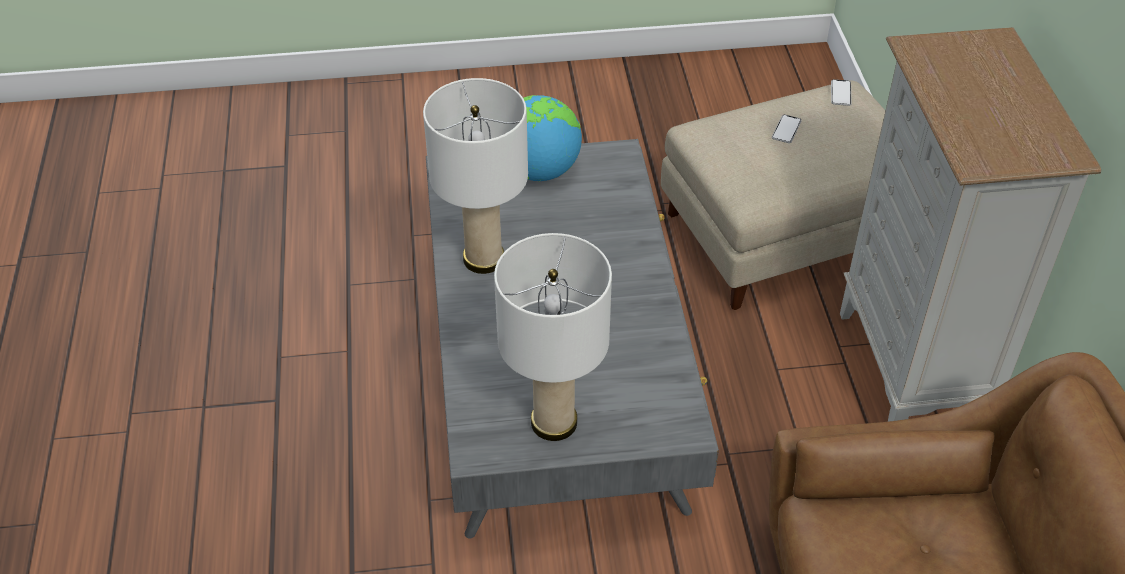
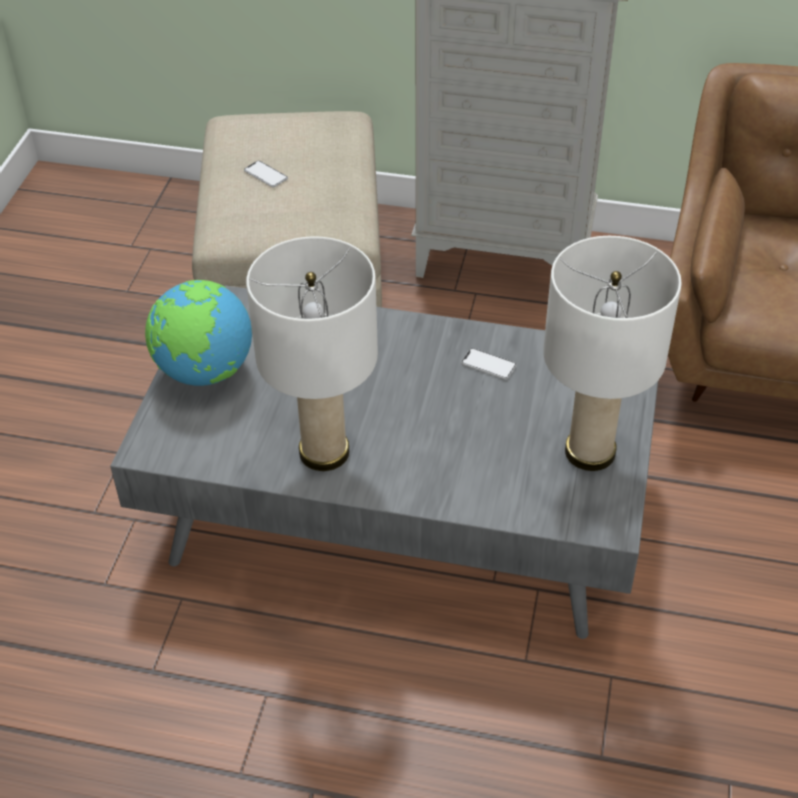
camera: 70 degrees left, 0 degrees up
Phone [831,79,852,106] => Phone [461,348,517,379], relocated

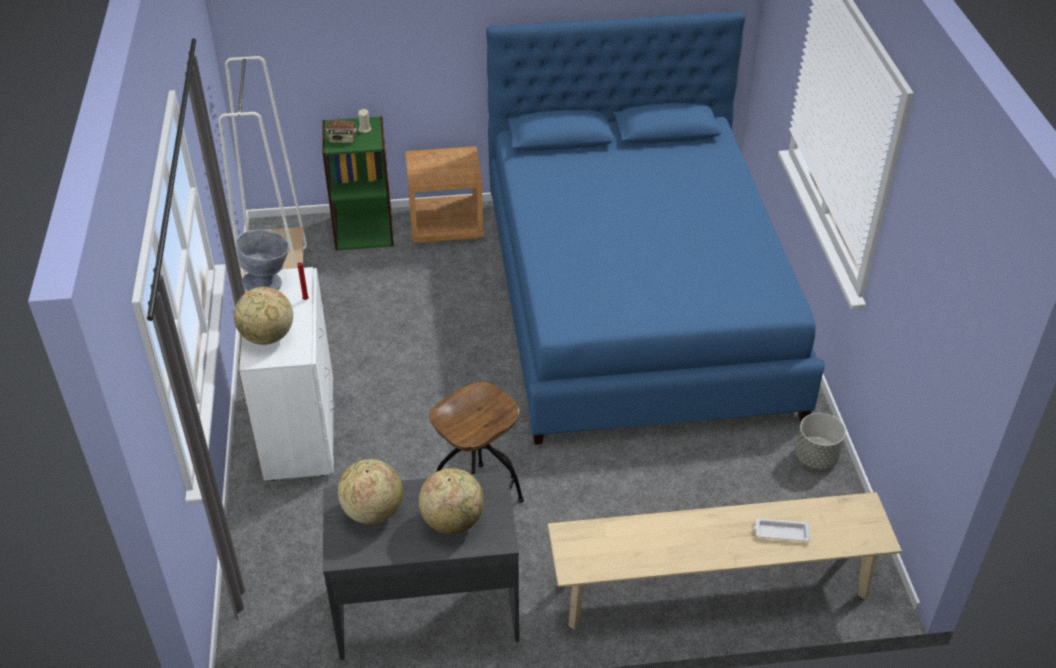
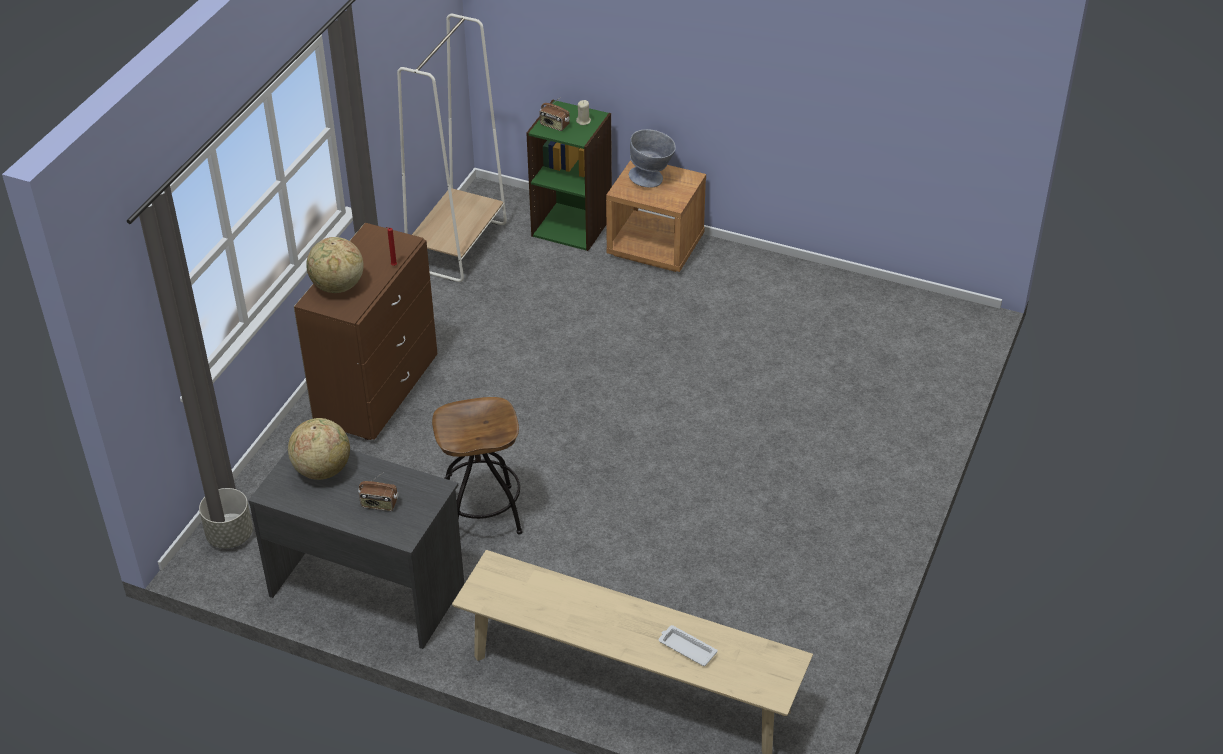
camera: 30 degrees right, 0 degrees up
BlueColouredSleepingBed [486,11,825,445] => nothing
GreyishBowl [236,230,289,291] => GreyishBowl [629,129,676,188], relocated
GreyishPlantPot [795,413,846,469] => GreyishPlantPot [199,488,253,548], relocated
WorldGlobe [419,468,484,534] => RadioSet [358,472,399,511]
WhiteChestOfDrawers [238,267,335,481] => BrownColouredChestOfDrawers [294,223,438,440]

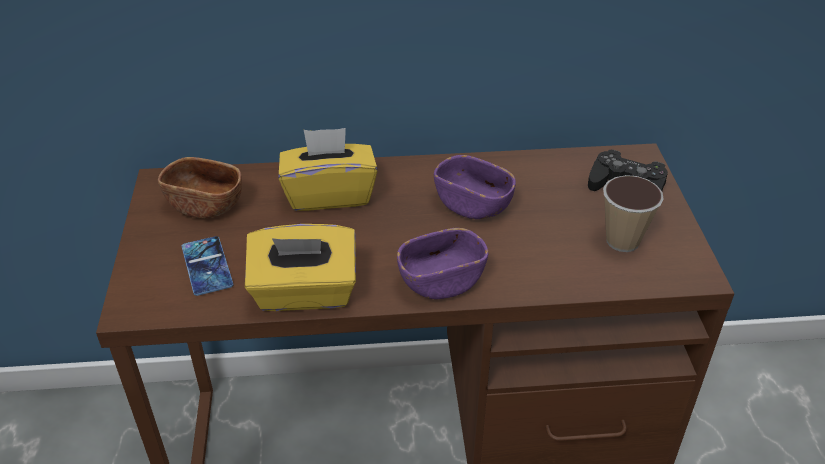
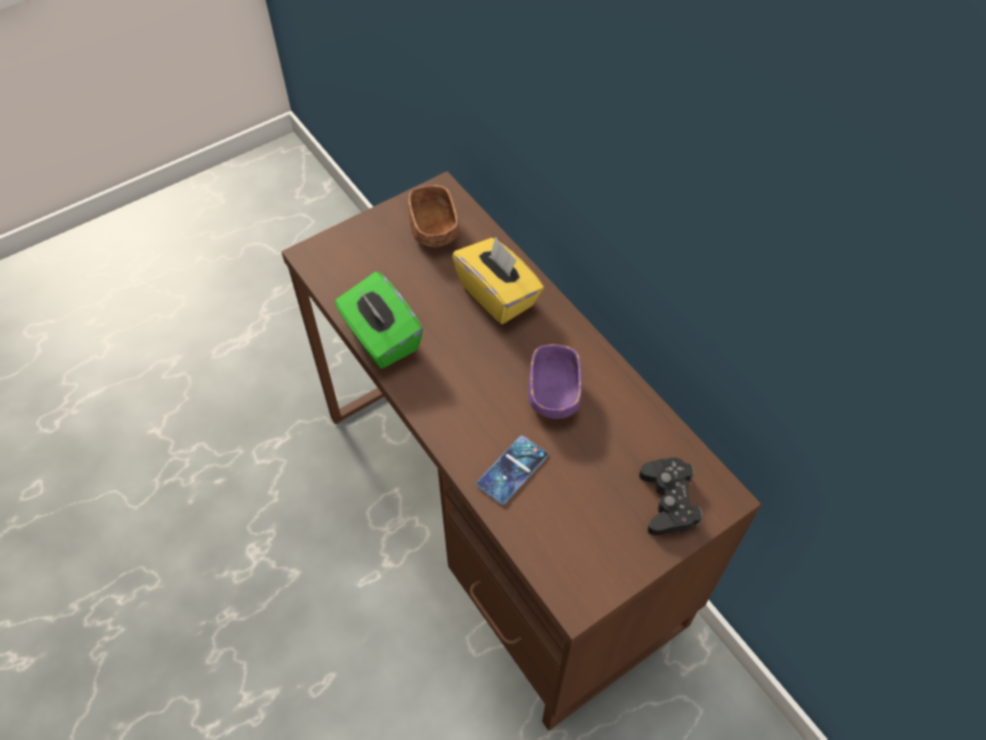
camera: 60 degrees right, 15 degrees up
PurpleBowl [397,228,489,299] => nothing
DrinkingCup [603,175,664,252] => nothing
Phone [182,236,233,296] => Phone [477,436,548,504], relocated
YellowTissueBox [245,224,356,311] => GreenTissueBox [335,271,423,369]

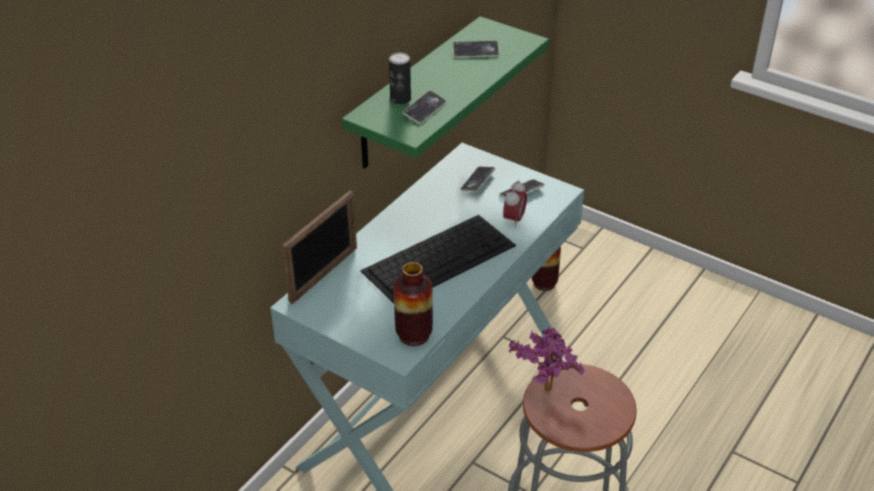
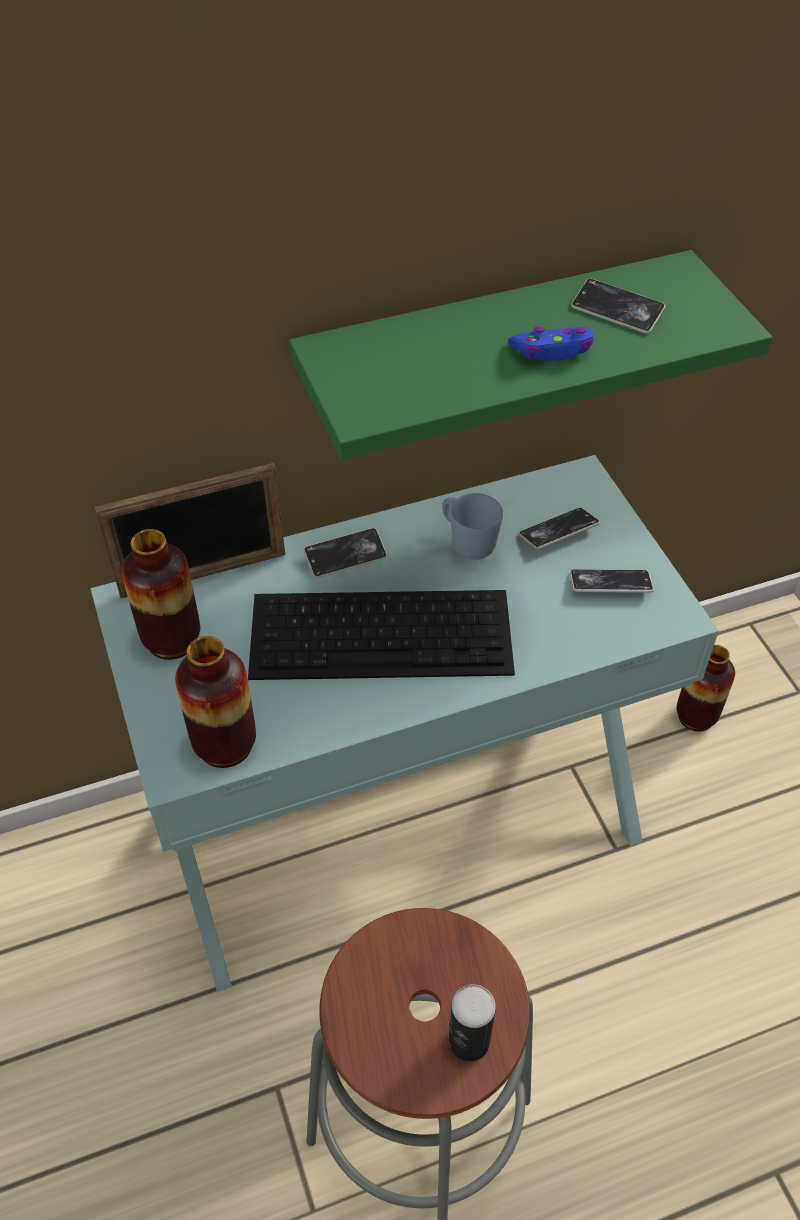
camera: 35 degrees right, 10 degrees up
AlarmClock [503,180,527,228] => nothing
PlantInAPot [509,328,585,392] => nothing
nothing => DecorativeVase [122,529,200,660]
nothing => BlueColouredTeaMug [442,493,503,560]
nothing => BlueColouredJoypad [508,326,594,361]
SealedCan [389,52,411,104] => SealedCan [448,984,496,1061], relocated
Phone [403,91,447,124] => Phone [304,528,387,578], relocated

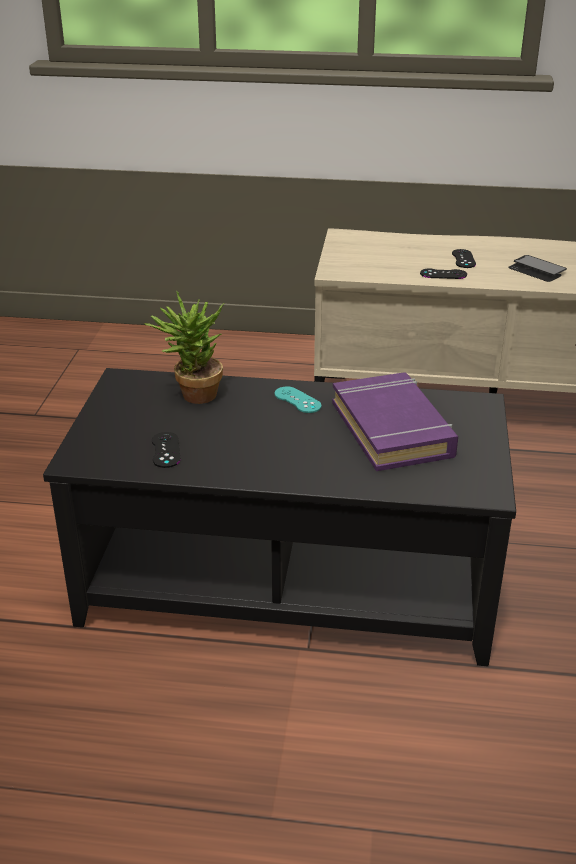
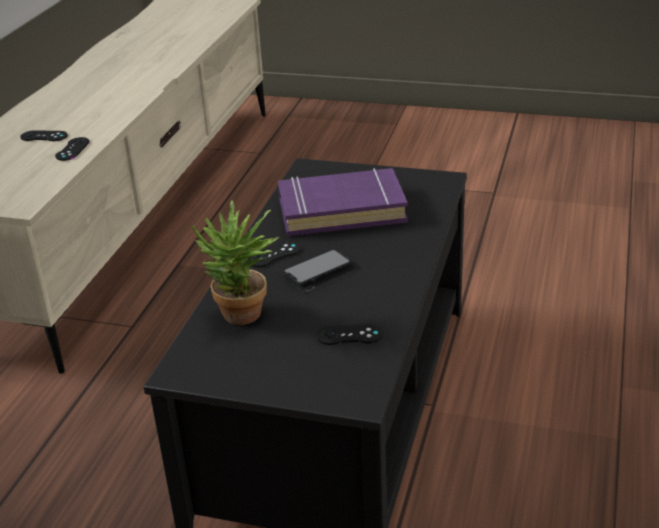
camera: 80 degrees left, 0 degrees up
Phone [508,255,567,282] => Phone [283,249,357,294], relocated
TurquoiseColouredJoypad [275,386,322,413] => BlackColouredJoypad [248,241,301,267]

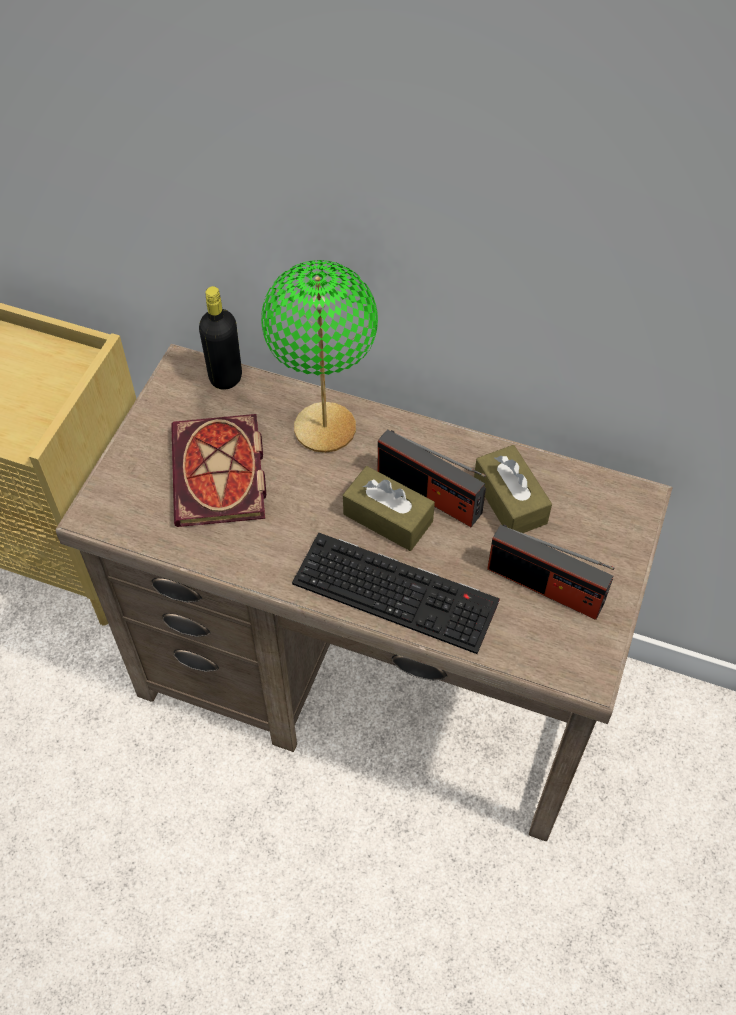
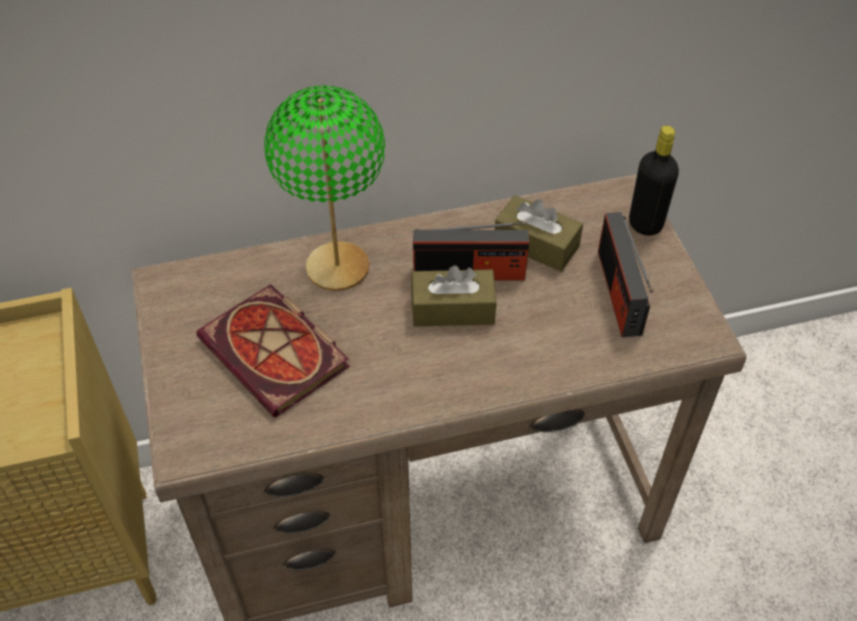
camera: 35 degrees left, 5 degrees down
ComputerKeyboard [292,532,500,654] => nothing
BlackColouredDrinkBottle [199,286,242,390] => BlackColouredDrinkBottle [629,126,679,236], relocated
RadioSet [487,525,615,620] => RadioSet [598,212,653,337], 90 degrees clockwise

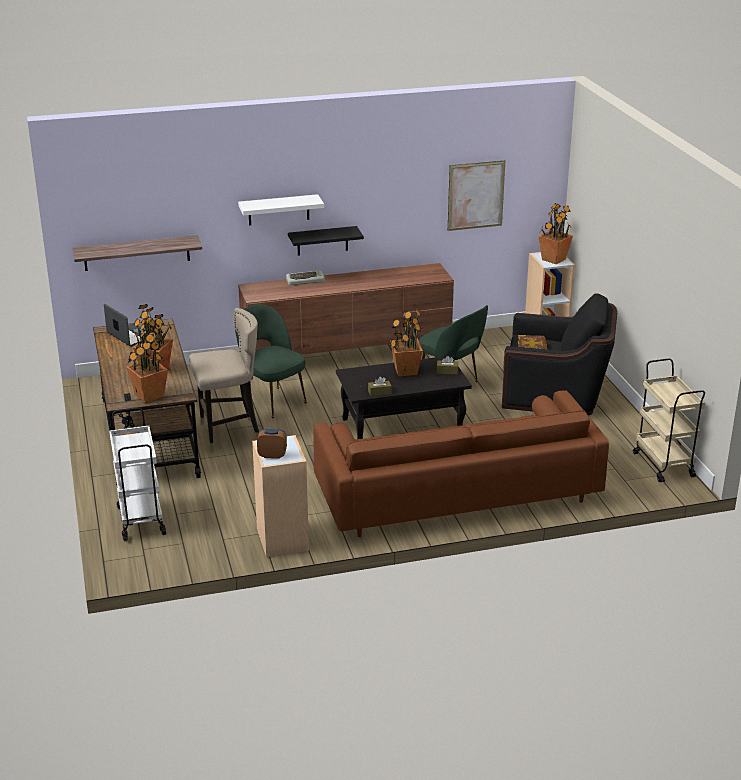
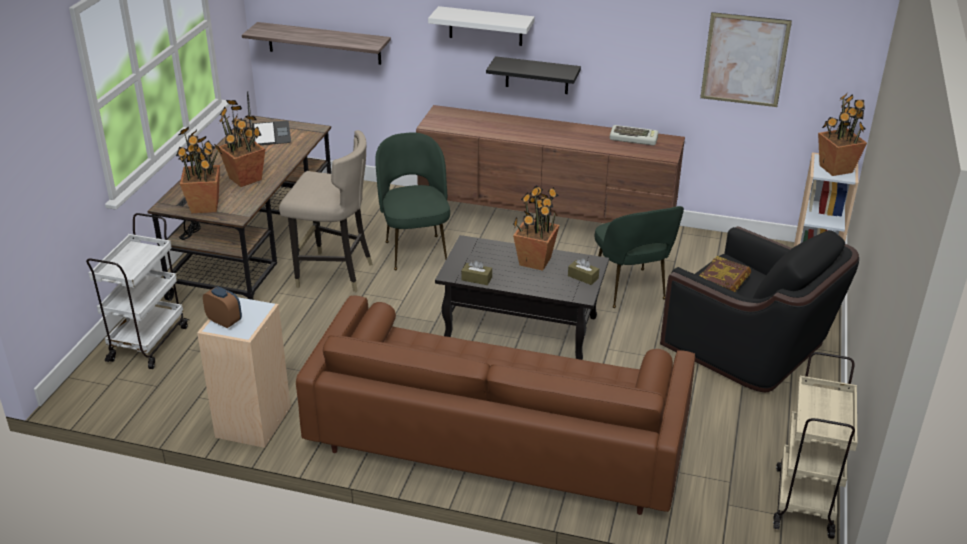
camera: 30 degrees right, 5 degrees up
ComputerKeyboard [286,271,325,286] => ComputerKeyboard [610,125,658,146], relocated

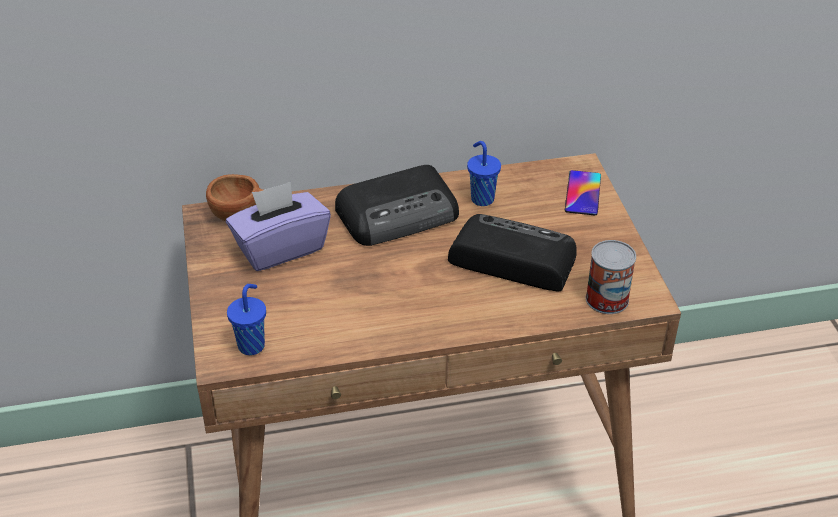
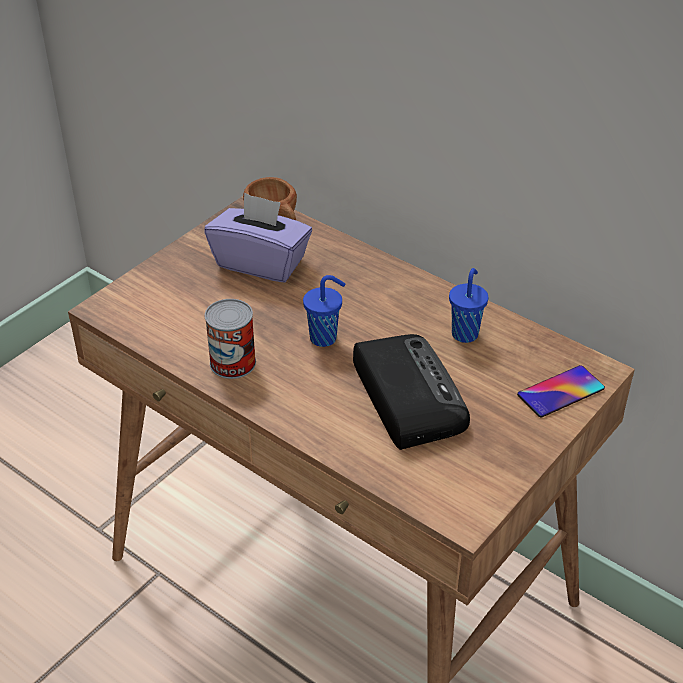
camera: 50 degrees right, 0 degrees up
RadioSet [335,165,459,246] => nothing
BlueColouredDrinkingCup [227,284,266,355] => BlueColouredDrinkingCup [303,275,345,347], relocated
SealedCan [586,240,636,314] => SealedCan [205,299,256,379], relocated

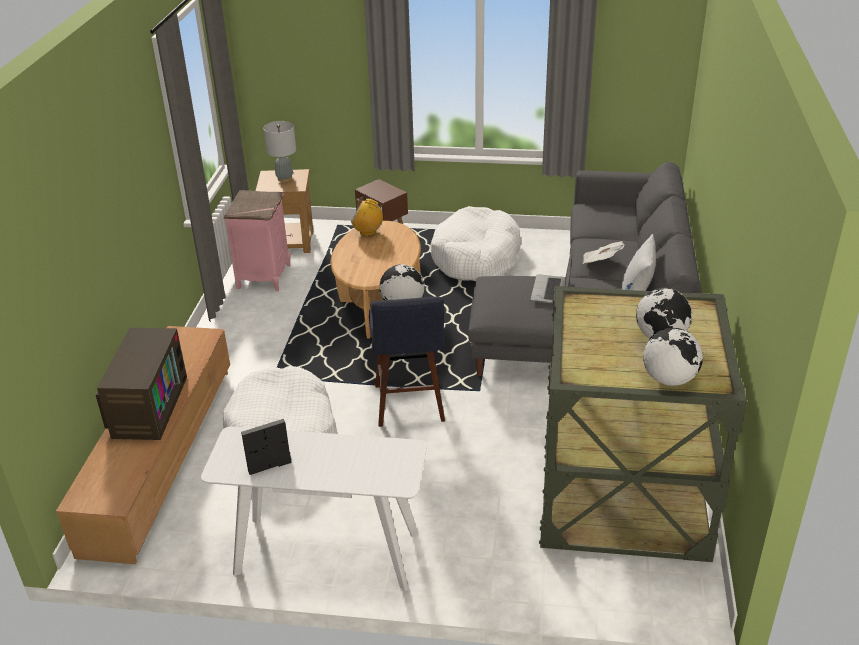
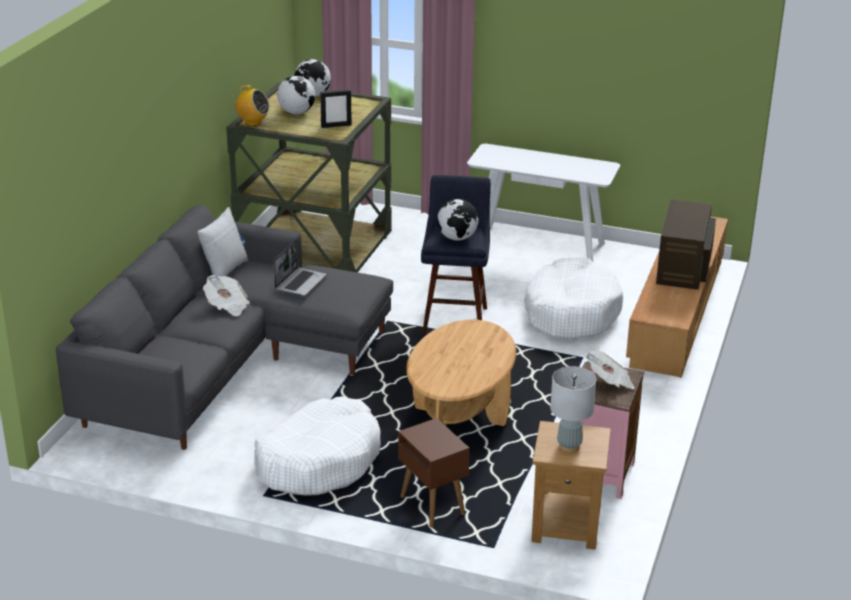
camera: 170 degrees left, 5 degrees down
nothing => PrintedPaper [585,351,635,389]
PhotoFrame [241,419,292,475] => PhotoFrame [320,90,352,128], relocated
RadioSet [351,199,383,236] => RadioSet [234,85,270,126], relocated

